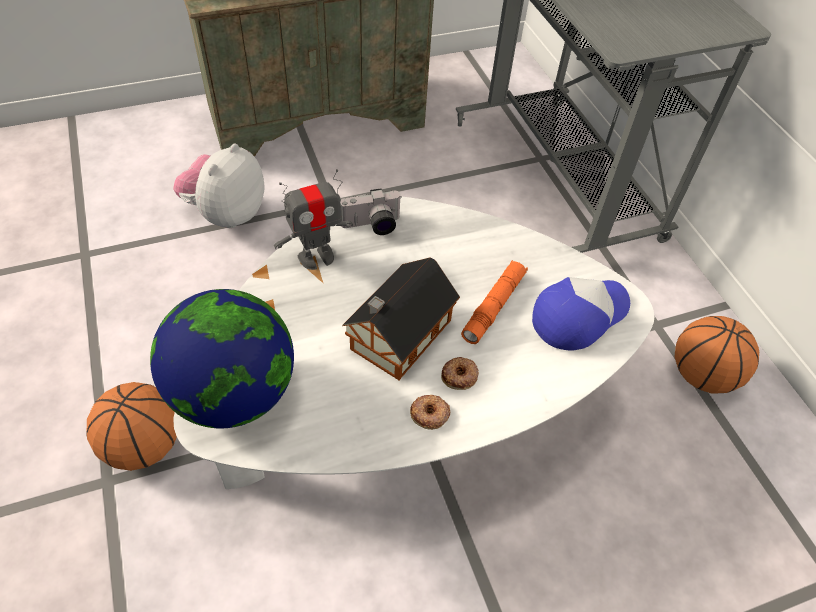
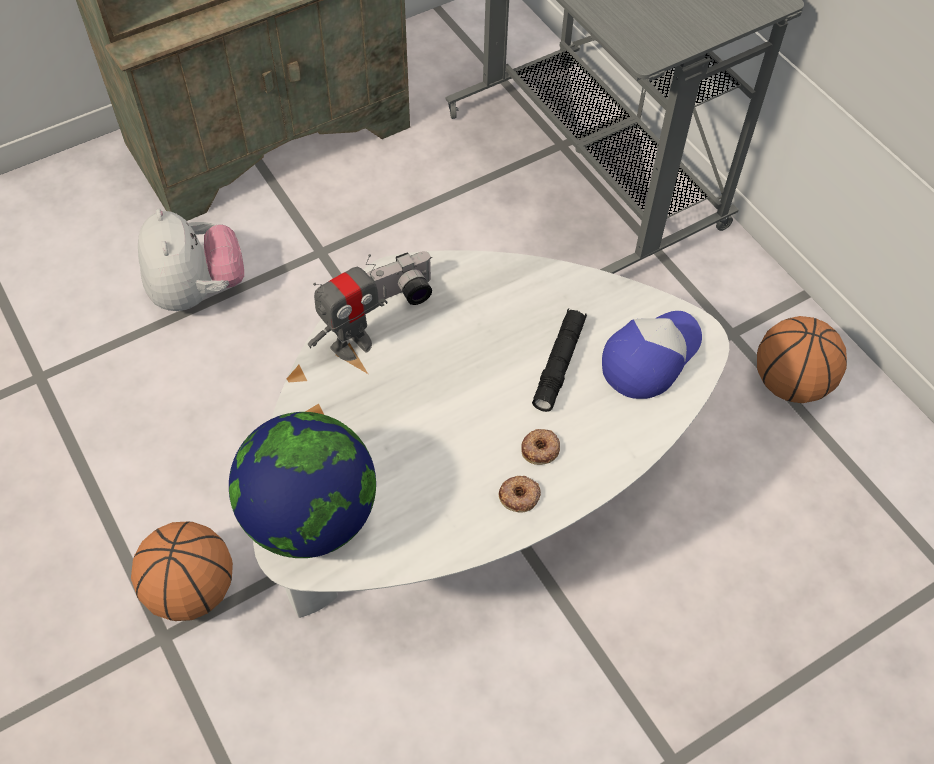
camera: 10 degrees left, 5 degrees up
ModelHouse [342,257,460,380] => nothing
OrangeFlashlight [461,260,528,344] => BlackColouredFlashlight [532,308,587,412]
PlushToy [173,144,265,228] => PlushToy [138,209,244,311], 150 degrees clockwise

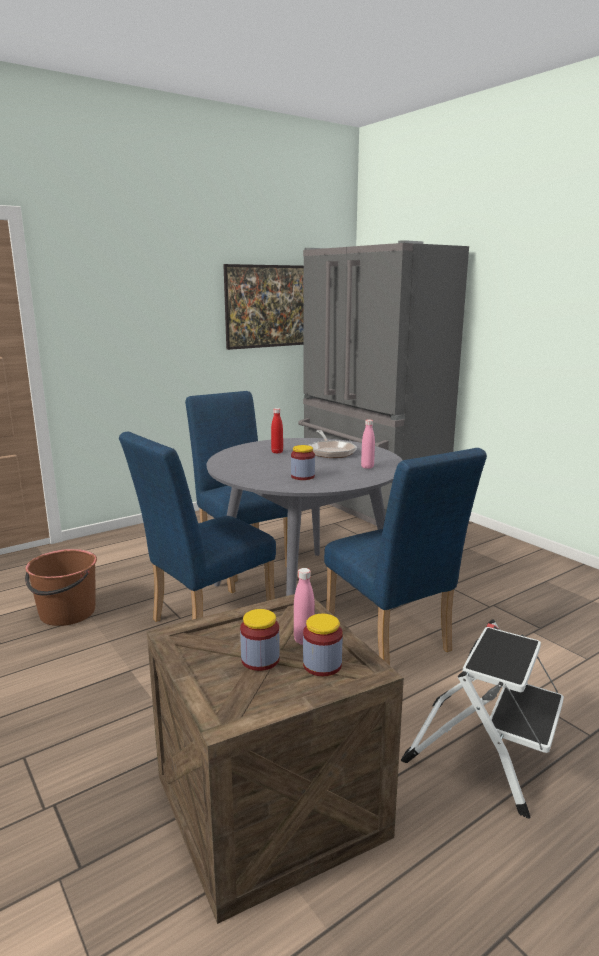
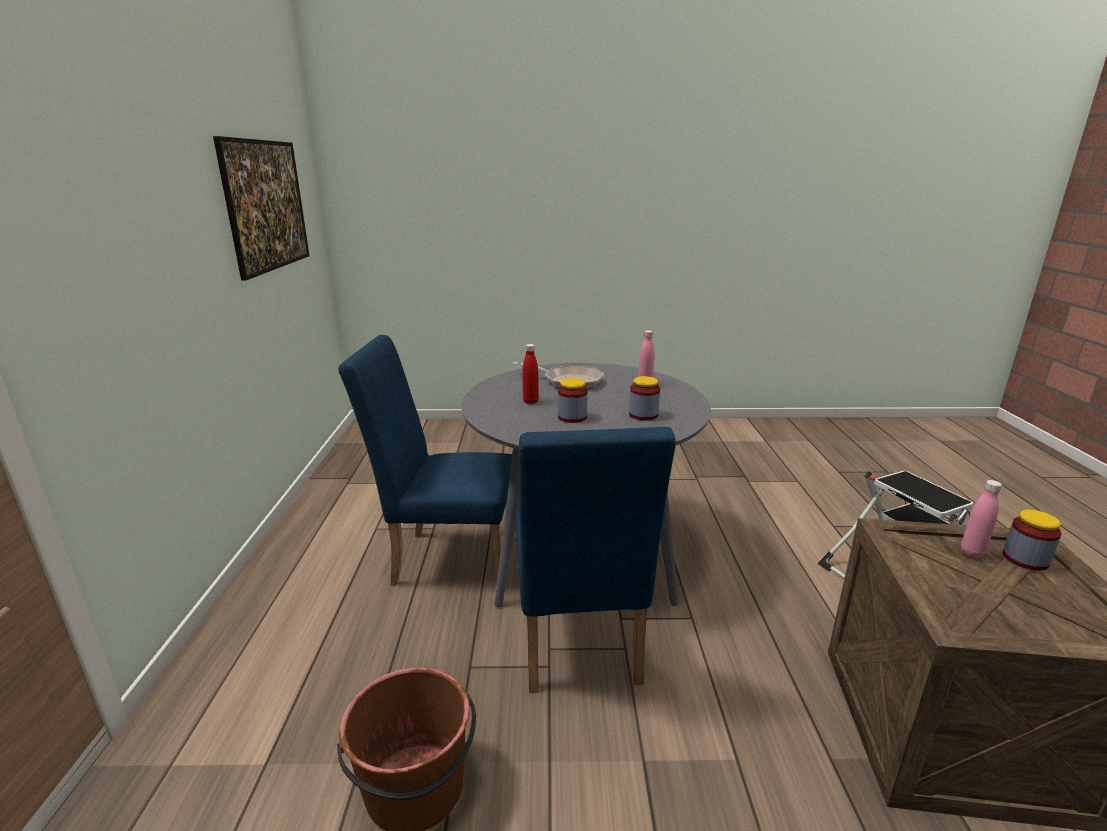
camera: 55 degrees left, 5 degrees up
GreyishRefrigerator [298,240,469,526] => nothing
BlueColouredPlainChair [324,448,487,665] => nothing
StorageJar [240,609,280,671] => StorageJar [558,378,588,423], relocated

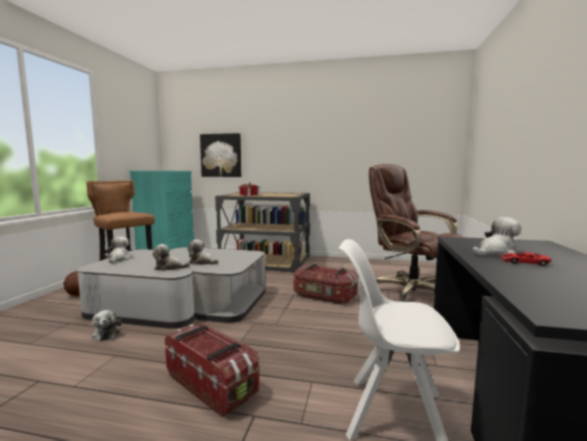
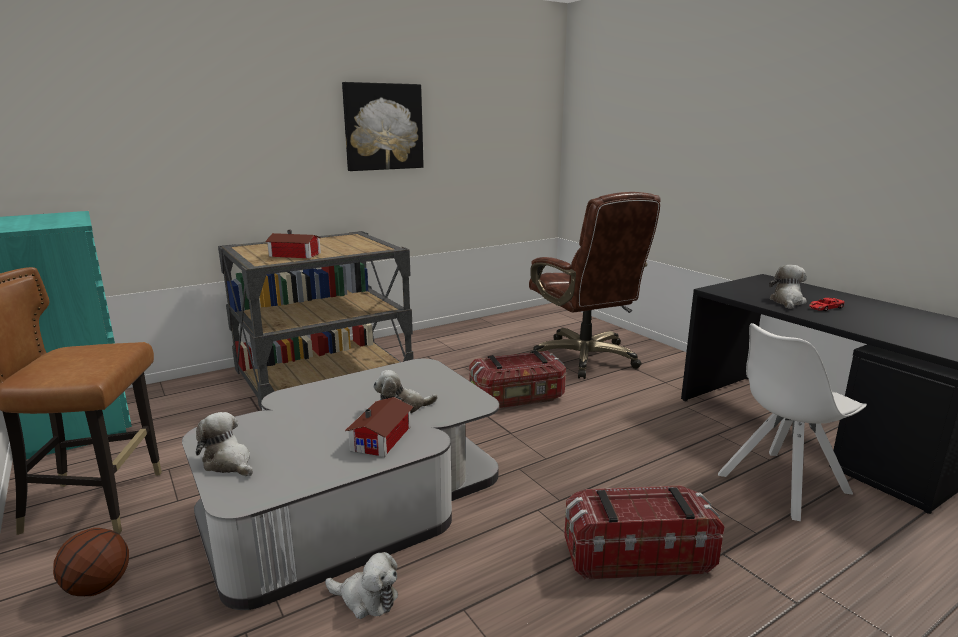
camera: 45 degrees left, 10 degrees up
Picture [200,133,241,177] => Picture [342,82,424,171], relocated
PlushToy [153,244,190,271] => ModelHouse [345,397,413,457]
BrownColouredDeskChair [369,164,464,302] => BrownColouredDeskChair [529,192,661,379], 120 degrees counterclockwise

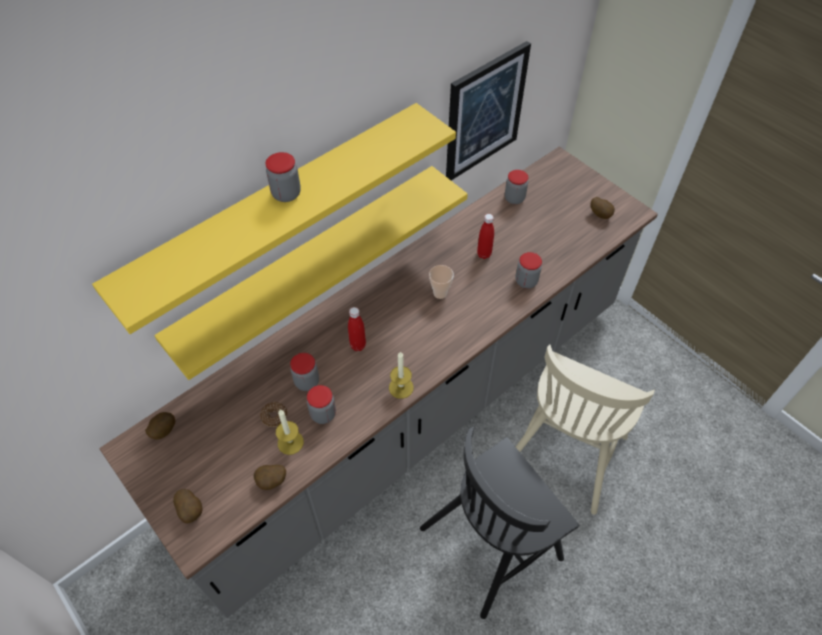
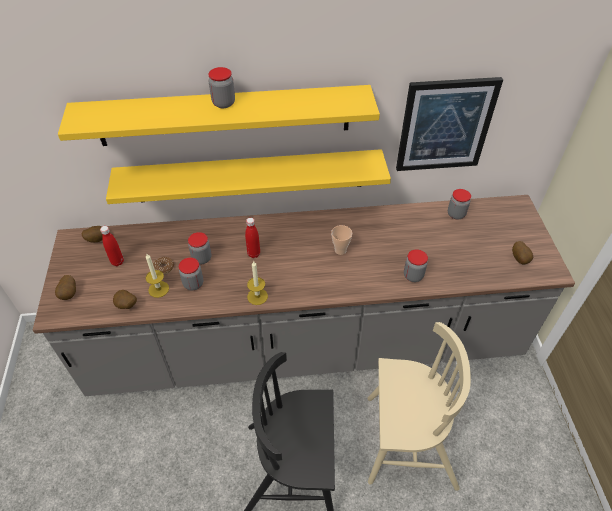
camera: 35 degrees right, 5 degrees down
RedDrinkBottle [477,214,494,259] => RedDrinkBottle [100,226,124,266], relocated
SandColouredPlainChair [516,344,655,515] => SandColouredPlainChair [368,322,471,491], 150 degrees counterclockwise

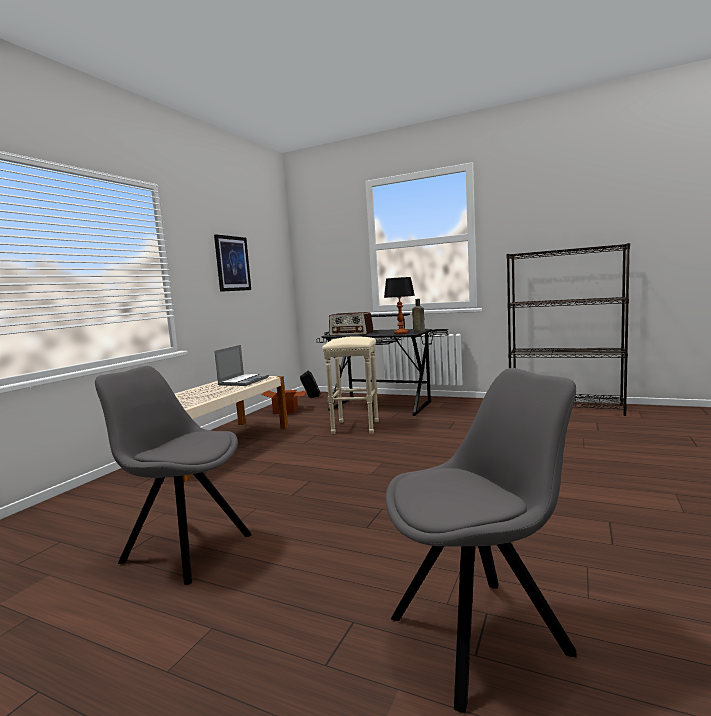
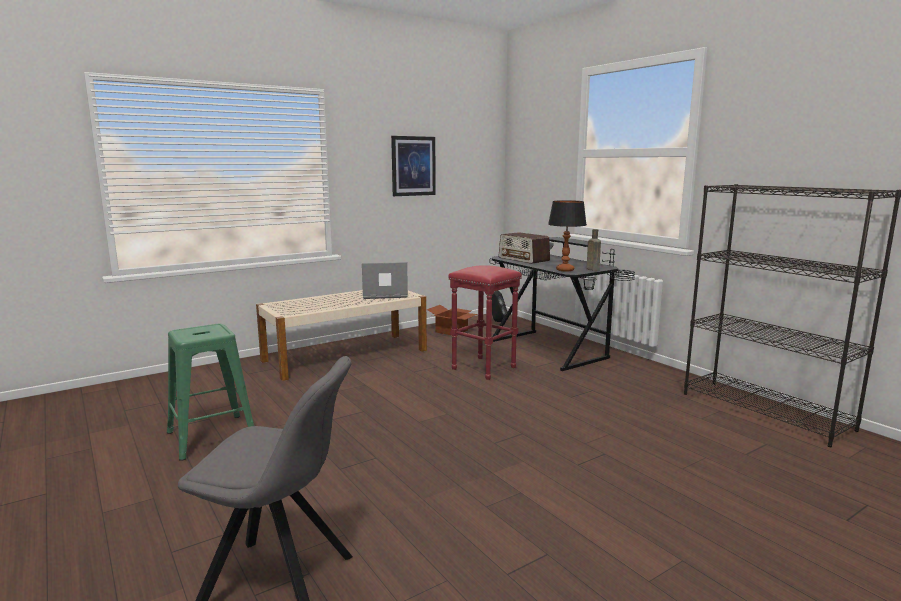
camera: 30 degrees right, 5 degrees up
GreyishPlainChair [95,366,251,585] => GreenSittingStool [167,324,254,461]
SandColouredSittingStool [322,336,379,434] => RedSittingStool [448,265,522,380]
Laptop [214,345,269,386] => Laptop [362,262,408,299], 150 degrees counterclockwise

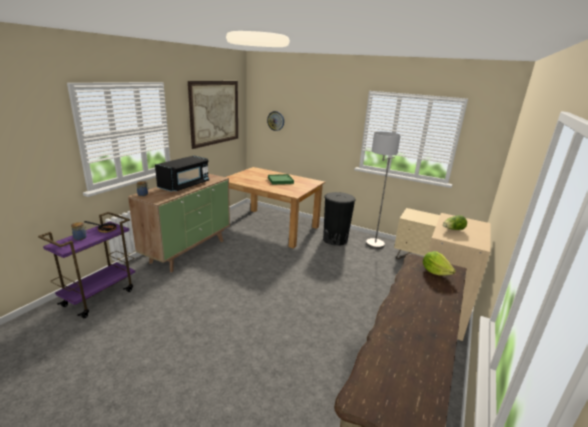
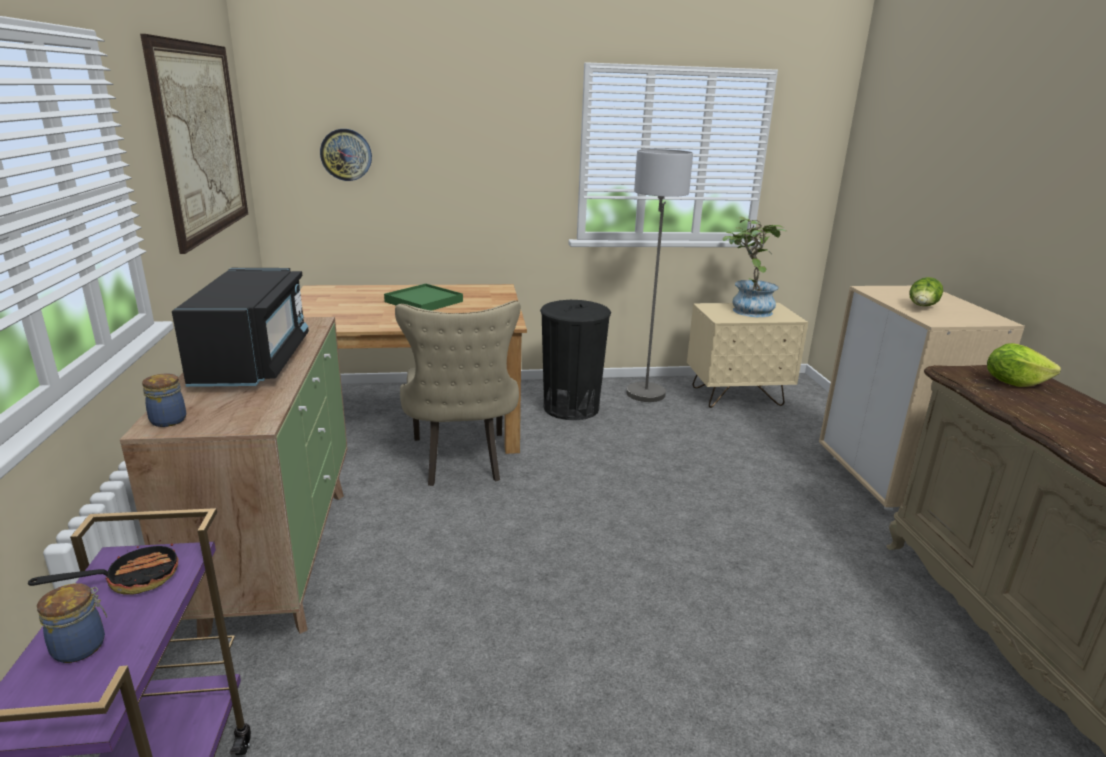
camera: 35 degrees left, 0 degrees up
nothing => SandColouredPlainChair [395,300,521,486]
nothing => PlantInAPot [723,217,787,317]

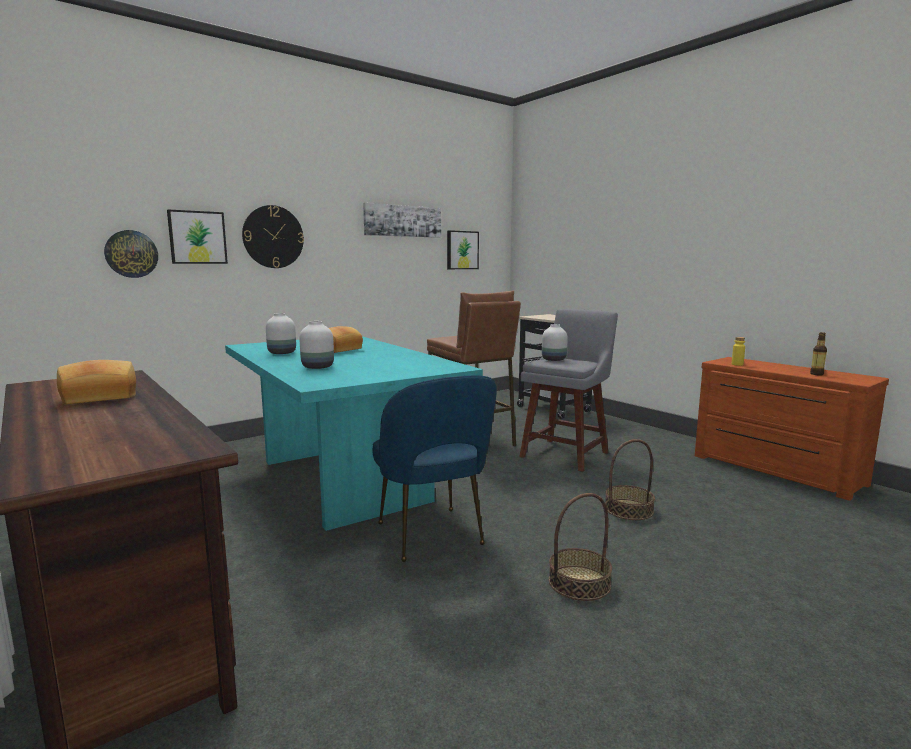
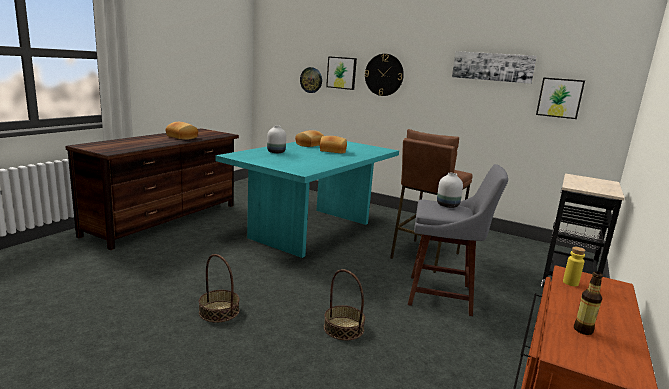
camera: 65 degrees right, 5 degrees up
BlueColouredPlainChair [372,376,497,562] => nothing
WhiteDecorativeVase [266,313,296,354] => BakedBread [295,130,324,147]

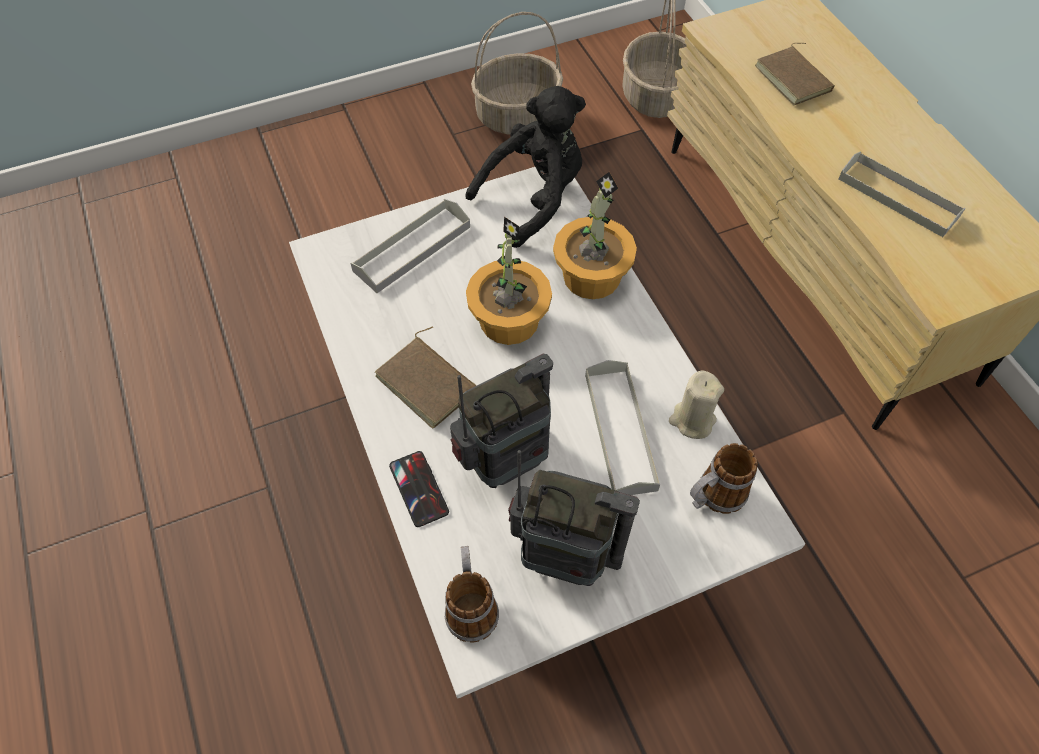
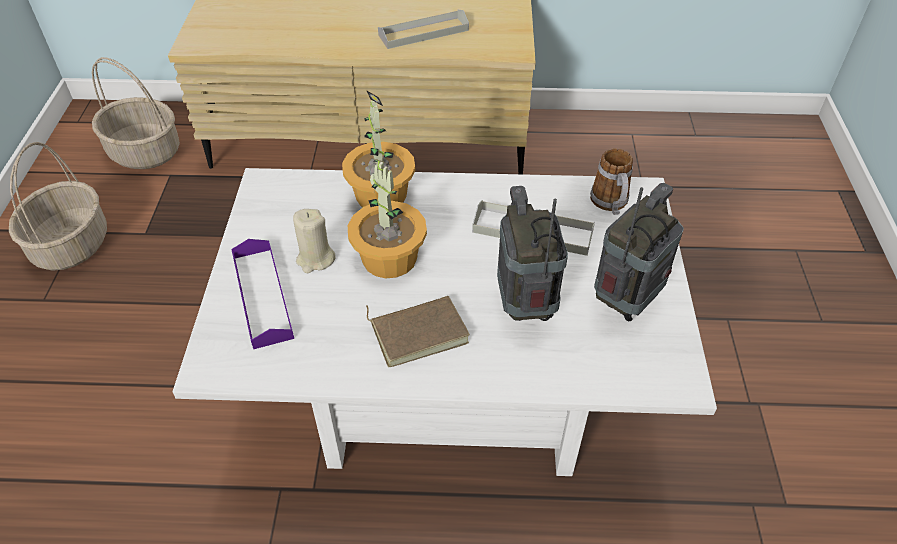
camera: 65 degrees left, 10 degrees down
Phone [389,451,449,527] => nothing
TeaMug [445,546,499,643] => nothing
BlackColouredPlushToy [465,86,586,248] => nothing
BrownColouredVolume [755,43,835,105] => nothing
SandColouredWaxLight [669,370,724,439] => SandColouredWaxLight [293,209,336,273], relocated
GreyishTray [350,199,470,293] => PurpleTray [231,239,294,349]

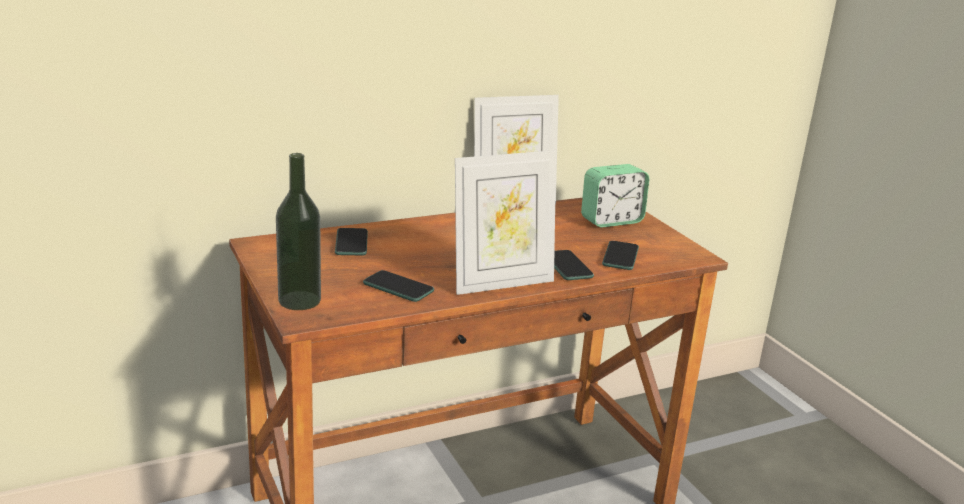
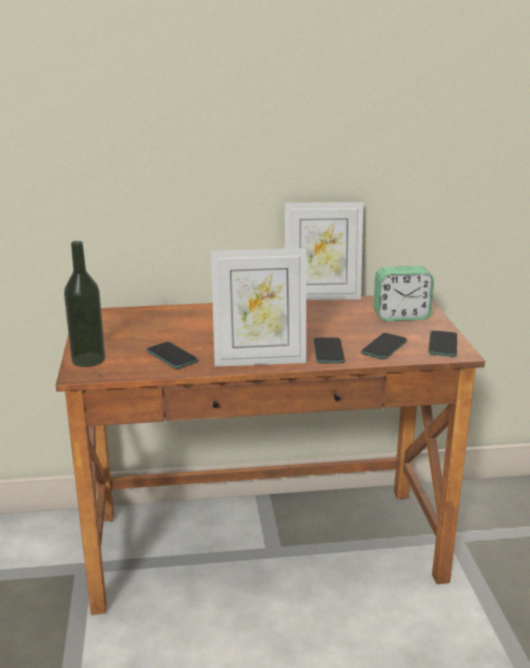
camera: 20 degrees right, 0 degrees up
Phone [335,228,368,255] => Phone [428,330,457,357], relocated

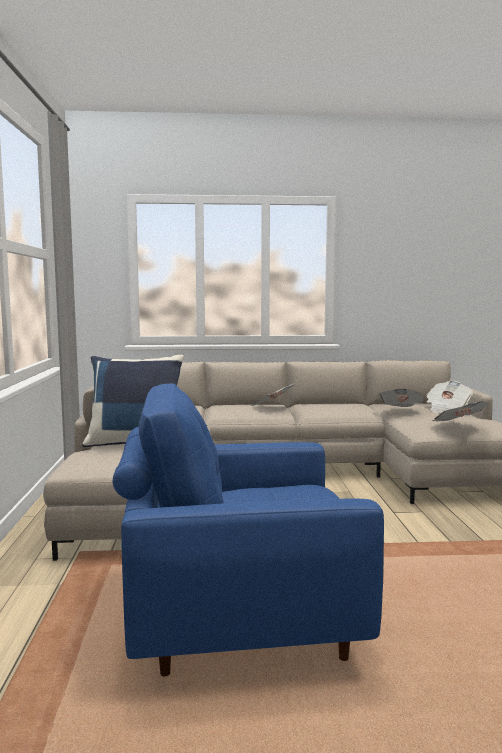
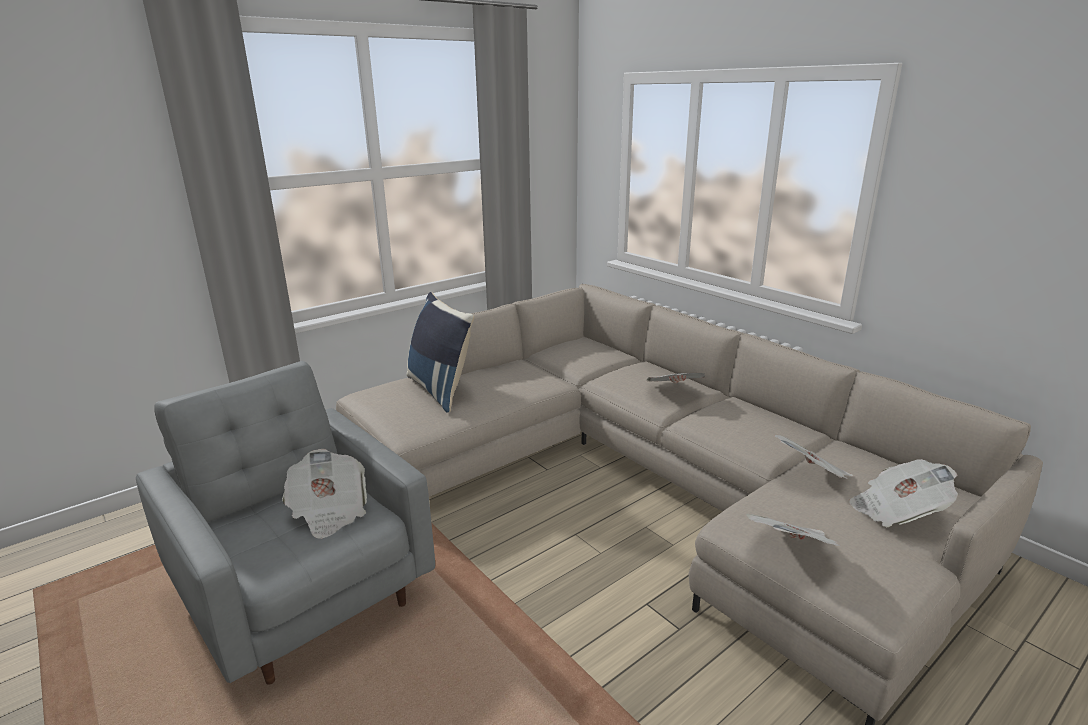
camera: 55 degrees right, 15 degrees up
nothing => PrintedPaper [282,449,367,539]
BlueColouredArmchair [113,384,384,676] => GreyishArmchair [136,361,435,685]

